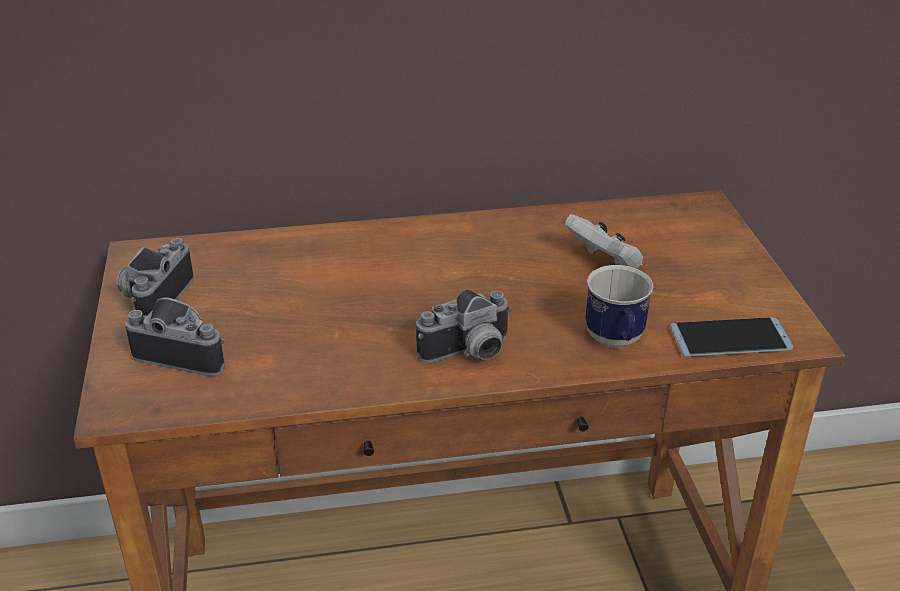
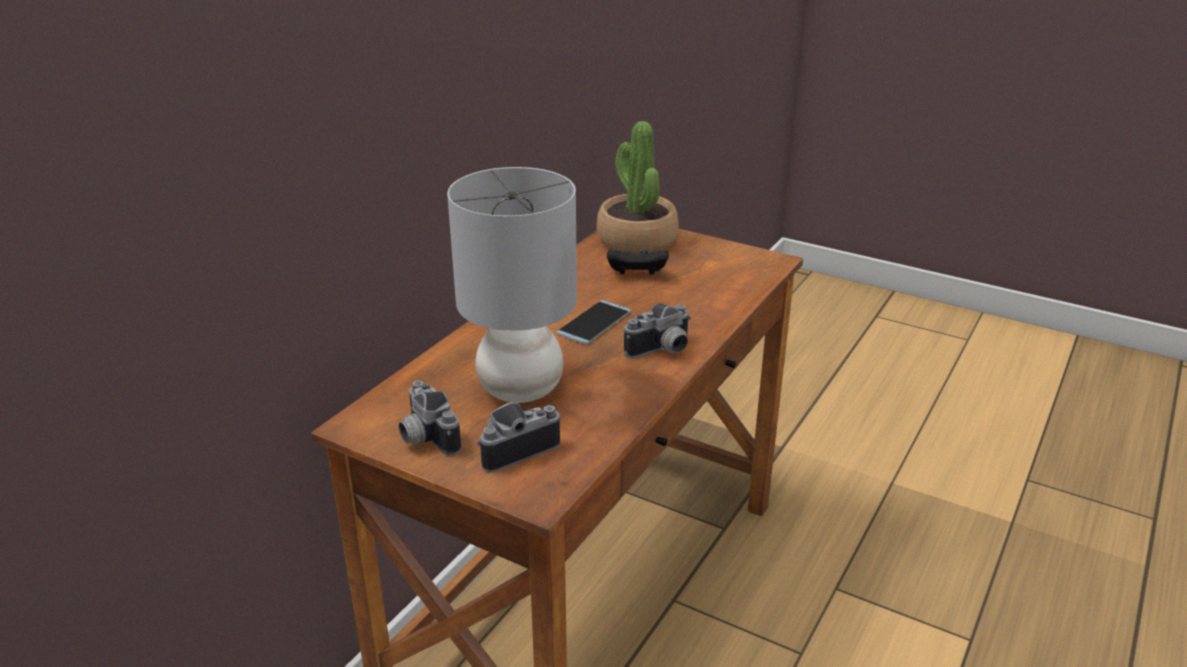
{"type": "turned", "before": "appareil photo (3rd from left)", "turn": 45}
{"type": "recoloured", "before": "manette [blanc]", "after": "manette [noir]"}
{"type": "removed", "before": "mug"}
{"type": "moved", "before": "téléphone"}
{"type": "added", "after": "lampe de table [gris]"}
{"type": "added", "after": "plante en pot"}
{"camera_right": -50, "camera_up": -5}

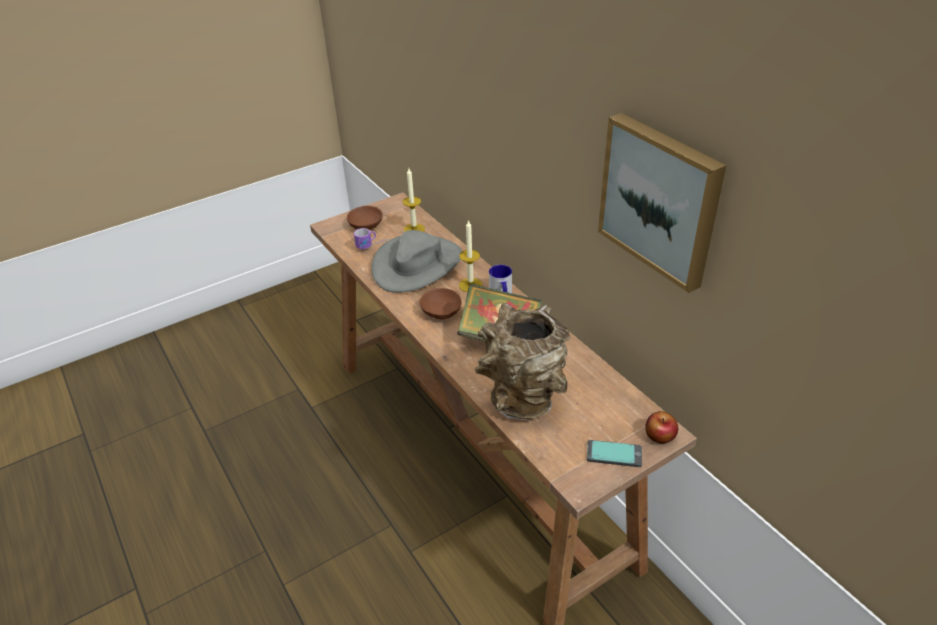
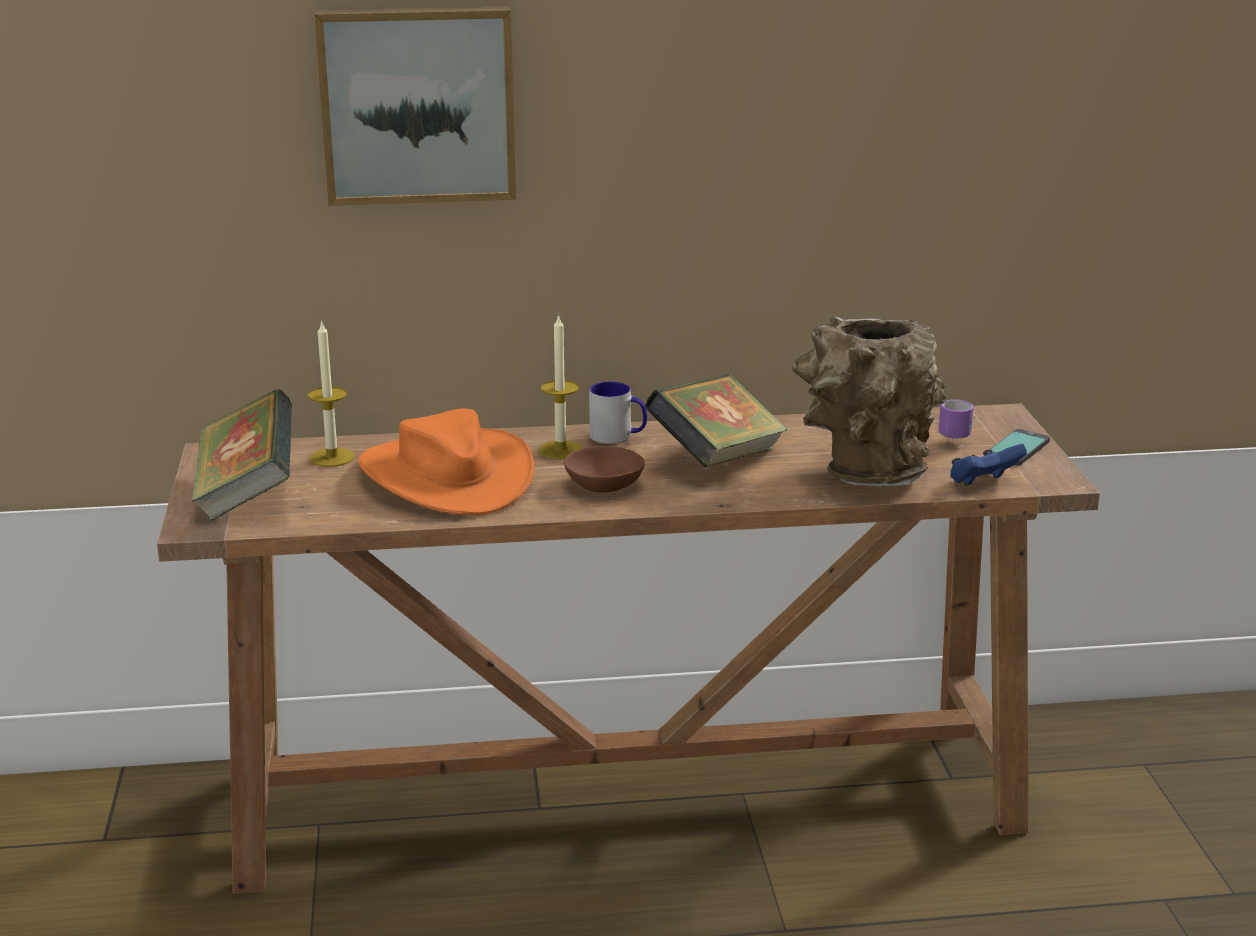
{"type": "replaced", "before": "bol [marron] (1st from left)", "after": "livre (1st from left)"}
{"type": "moved", "before": "mug (1st from left in the first image)", "after": "mug (2nd from left)"}
{"type": "recoloured", "before": "chapeau [gris]", "after": "chapeau [orange]"}
{"type": "moved", "before": "tableau"}
{"type": "removed", "before": "pomme"}
{"type": "added", "after": "manette [bleu]"}
{"camera_right": -65, "camera_up": -15}

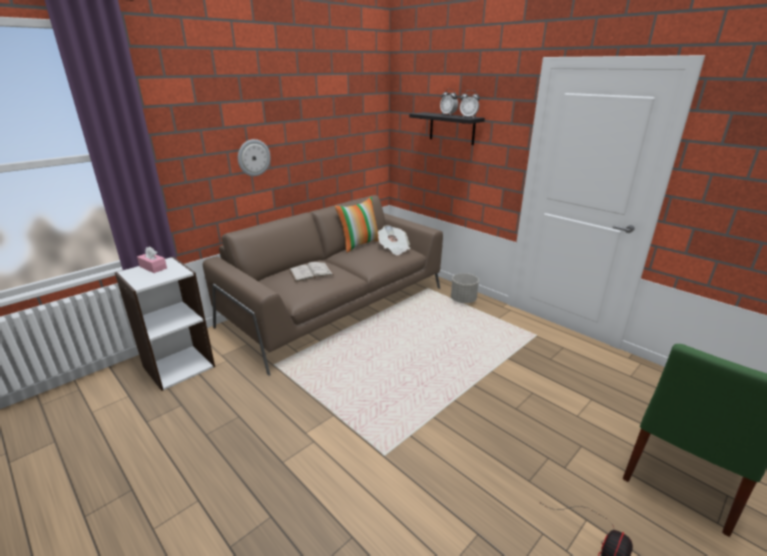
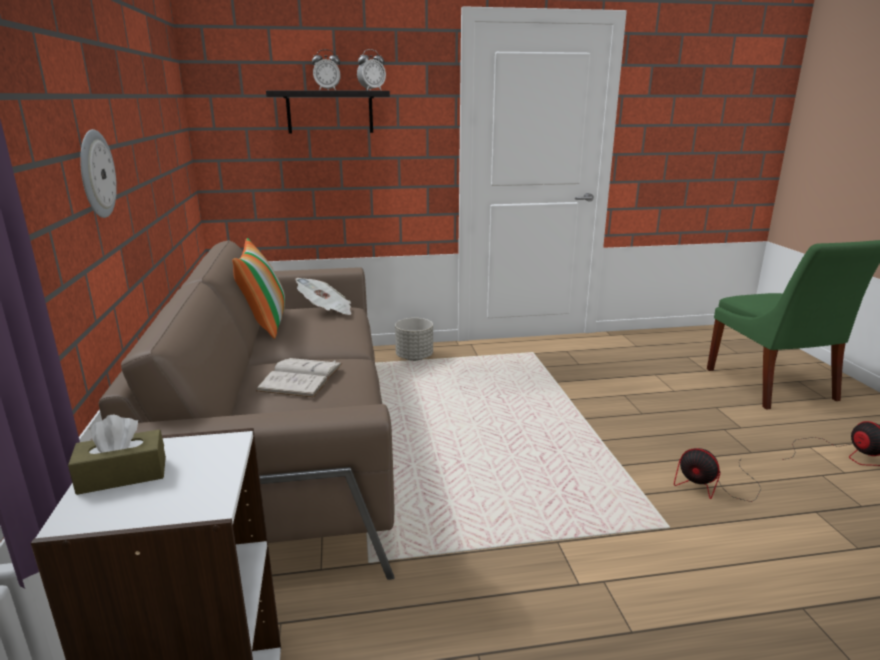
{"type": "recoloured", "before": "boîte à mouchoirs [rose]", "after": "boîte à mouchoirs [marron]"}
{"type": "added", "after": "ventilateur (1st from left)"}
{"camera_right": -55, "camera_up": -5}

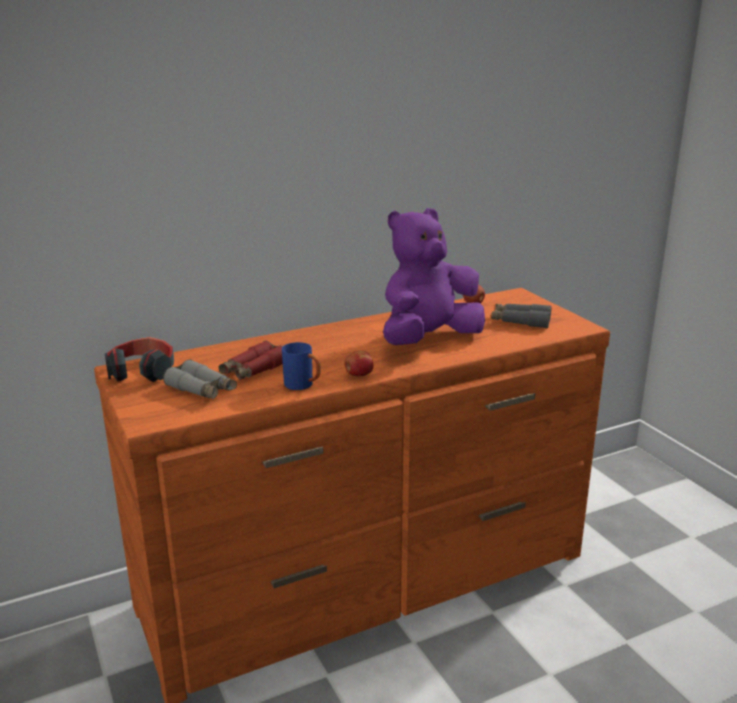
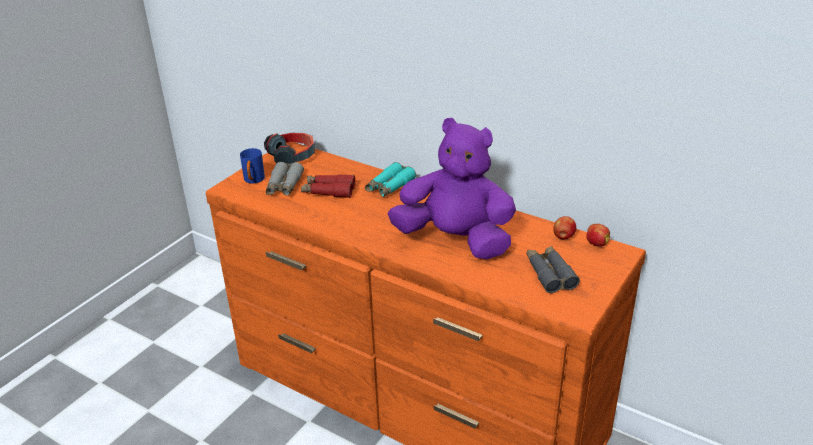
{"type": "moved", "before": "mug [bleu]"}
{"type": "moved", "before": "pomme (1st from left in the first image)", "after": "pomme (2nd from left)"}
{"type": "added", "after": "jumelles [turquoise]"}
{"camera_right": 60, "camera_up": 10}

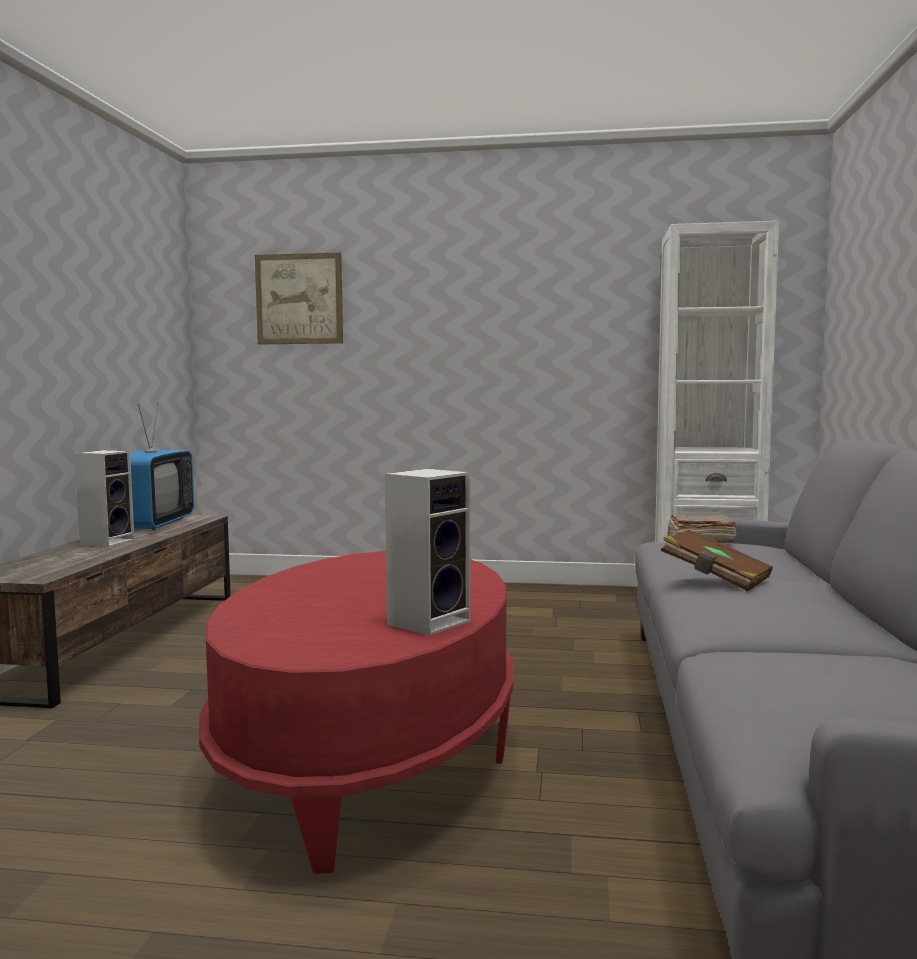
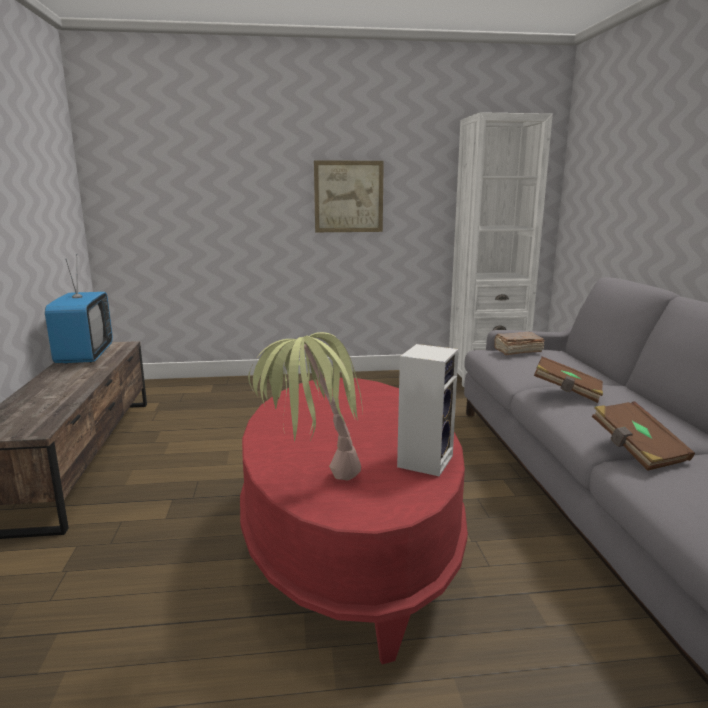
{"type": "removed", "before": "enceinte (1st from left)"}
{"type": "moved", "before": "tableau"}
{"type": "added", "after": "plante en pot"}
{"type": "added", "after": "livre [marron] (3rd from left)"}
{"camera_right": -15, "camera_up": 10}

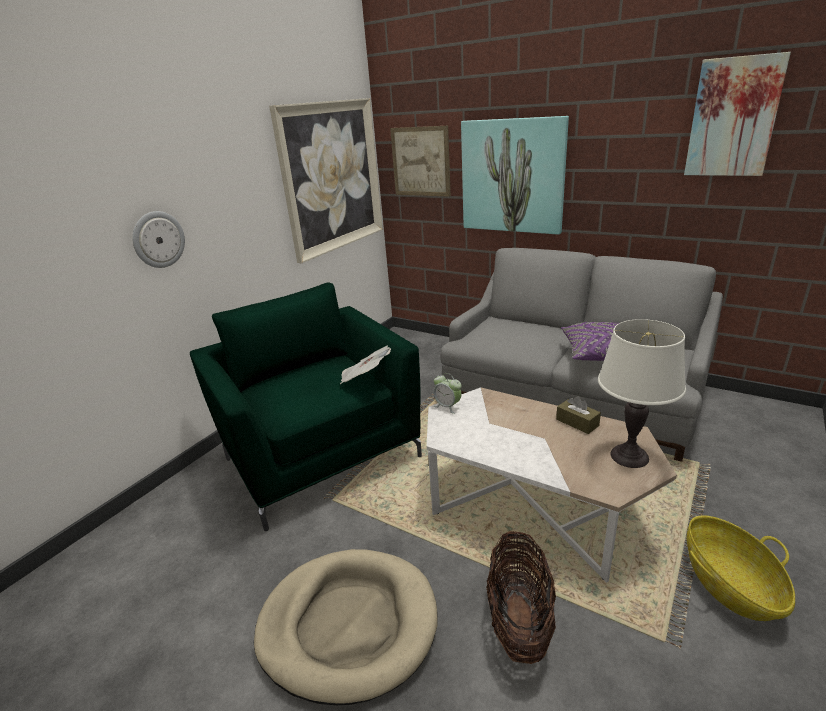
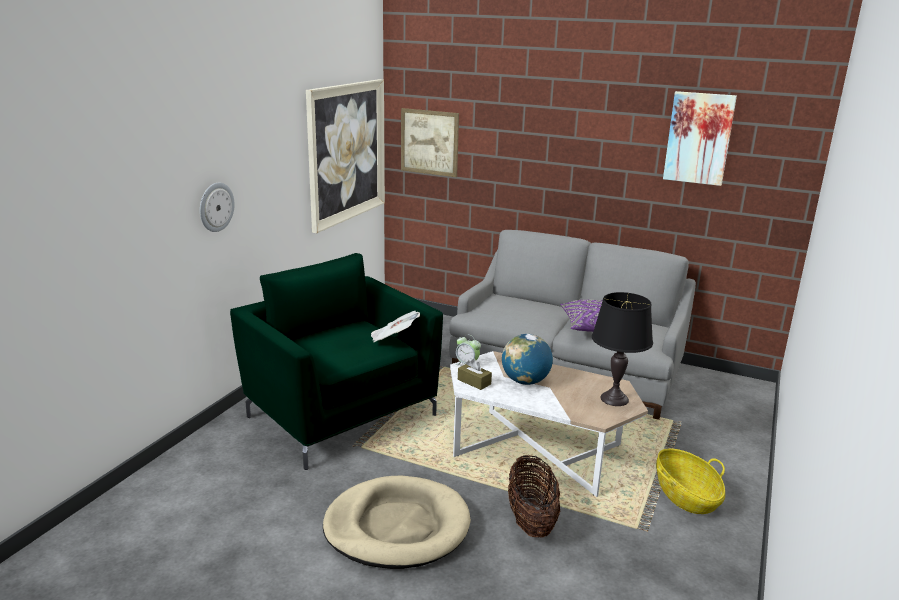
{"type": "removed", "before": "tableau (3rd from left)"}
{"type": "moved", "before": "boîte à mouchoirs [marron]"}
{"type": "recoloured", "before": "lampe de table [blanc]", "after": "lampe de table [noir]"}
{"type": "added", "after": "globe"}
{"camera_right": -10, "camera_up": -5}

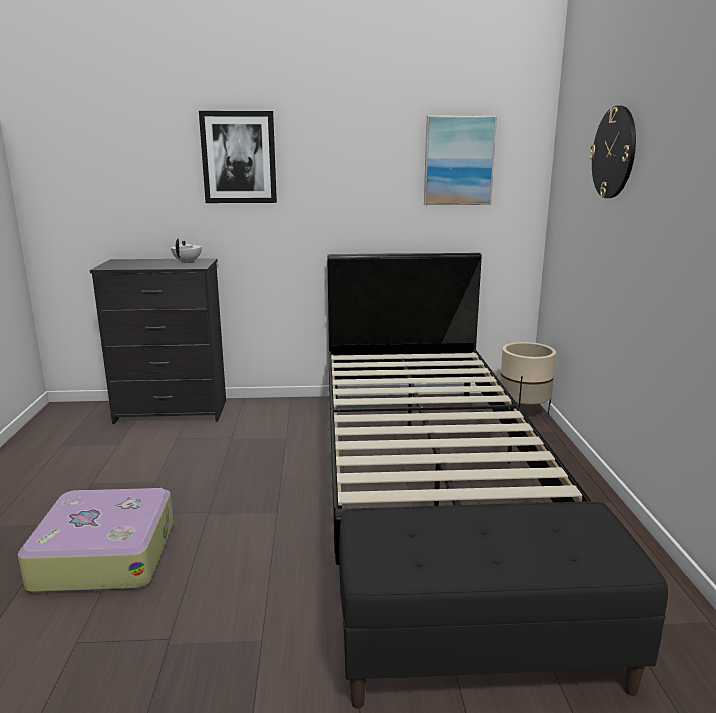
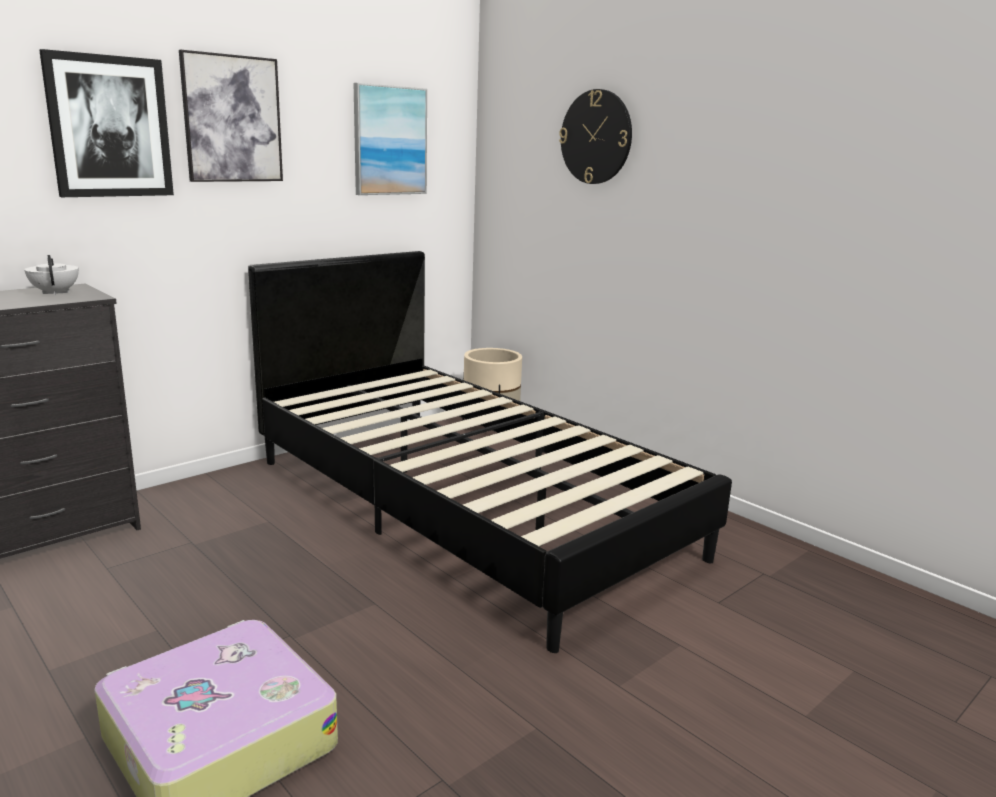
{"type": "removed", "before": "banc [noir]"}
{"type": "added", "after": "tableau (2nd from left)"}
{"camera_right": -40, "camera_up": 0}

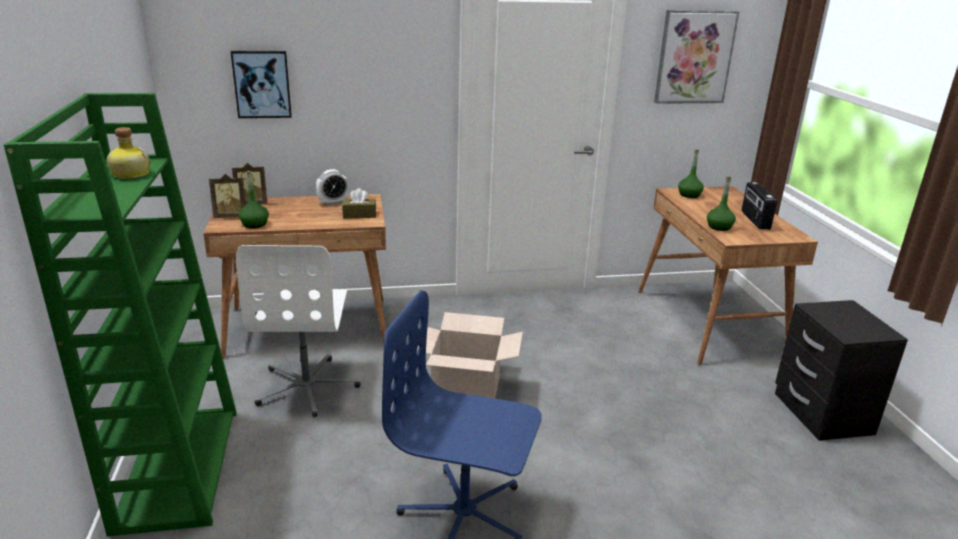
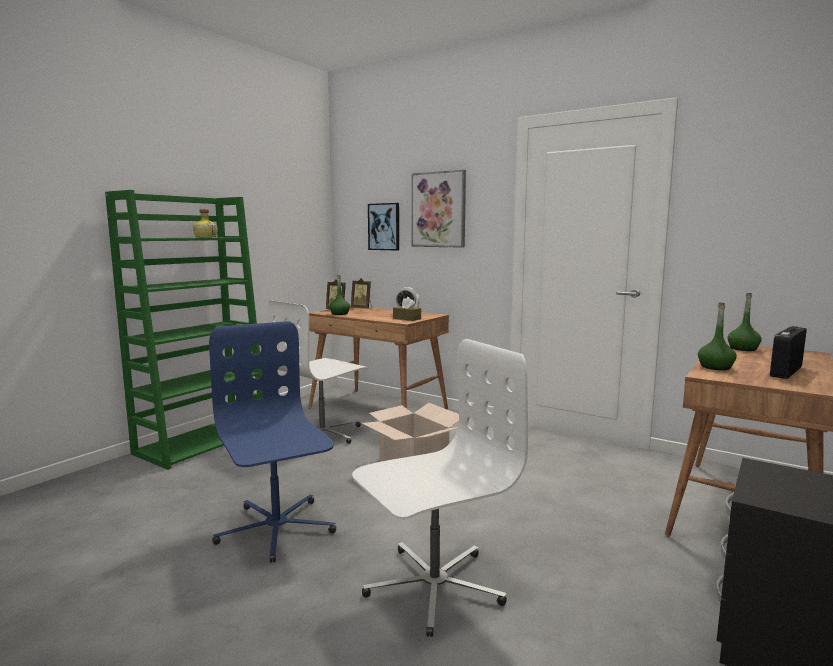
{"type": "moved", "before": "tableau (2nd from left)"}
{"type": "added", "after": "chaise de bureau [blanc] (2nd from left)"}
{"camera_right": 45, "camera_up": -15}

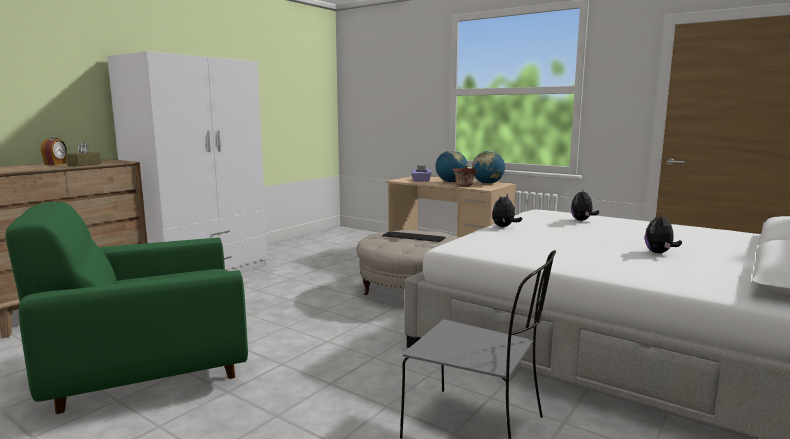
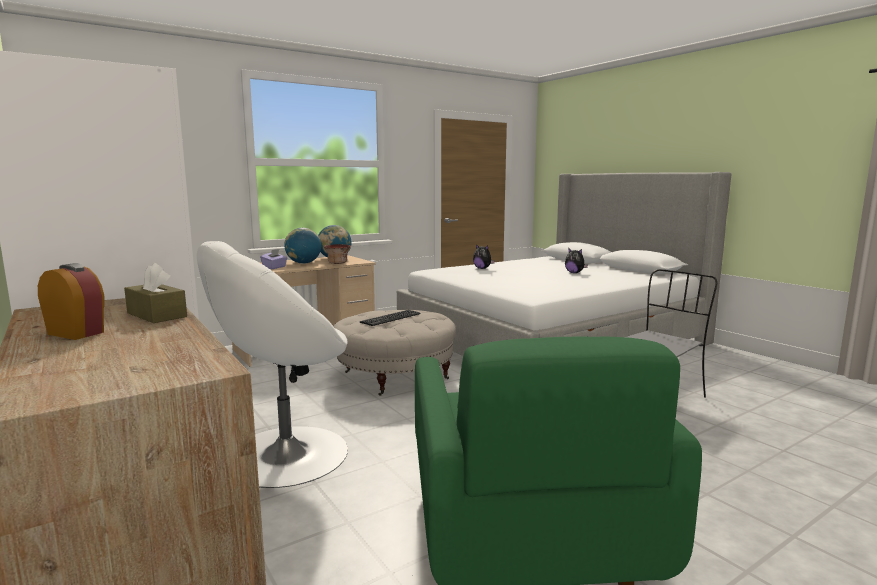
{"type": "removed", "before": "peluche (1st from left)"}
{"type": "added", "after": "fauteuil [blanc]"}
{"camera_right": -70, "camera_up": 0}

